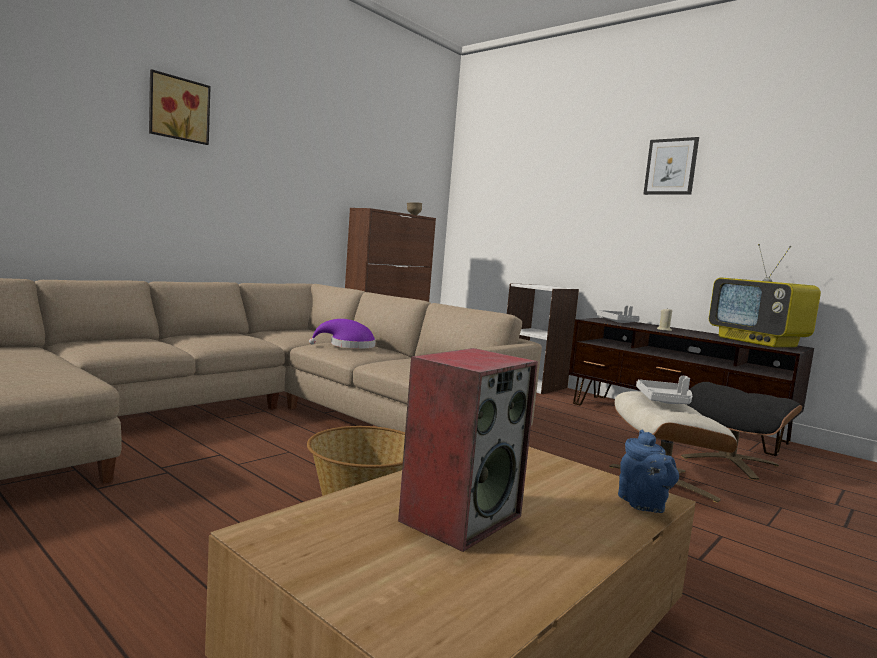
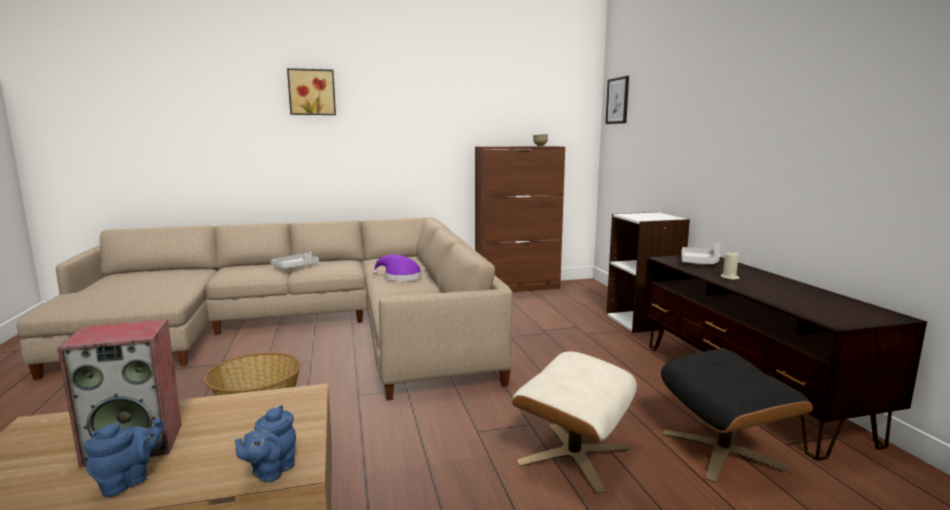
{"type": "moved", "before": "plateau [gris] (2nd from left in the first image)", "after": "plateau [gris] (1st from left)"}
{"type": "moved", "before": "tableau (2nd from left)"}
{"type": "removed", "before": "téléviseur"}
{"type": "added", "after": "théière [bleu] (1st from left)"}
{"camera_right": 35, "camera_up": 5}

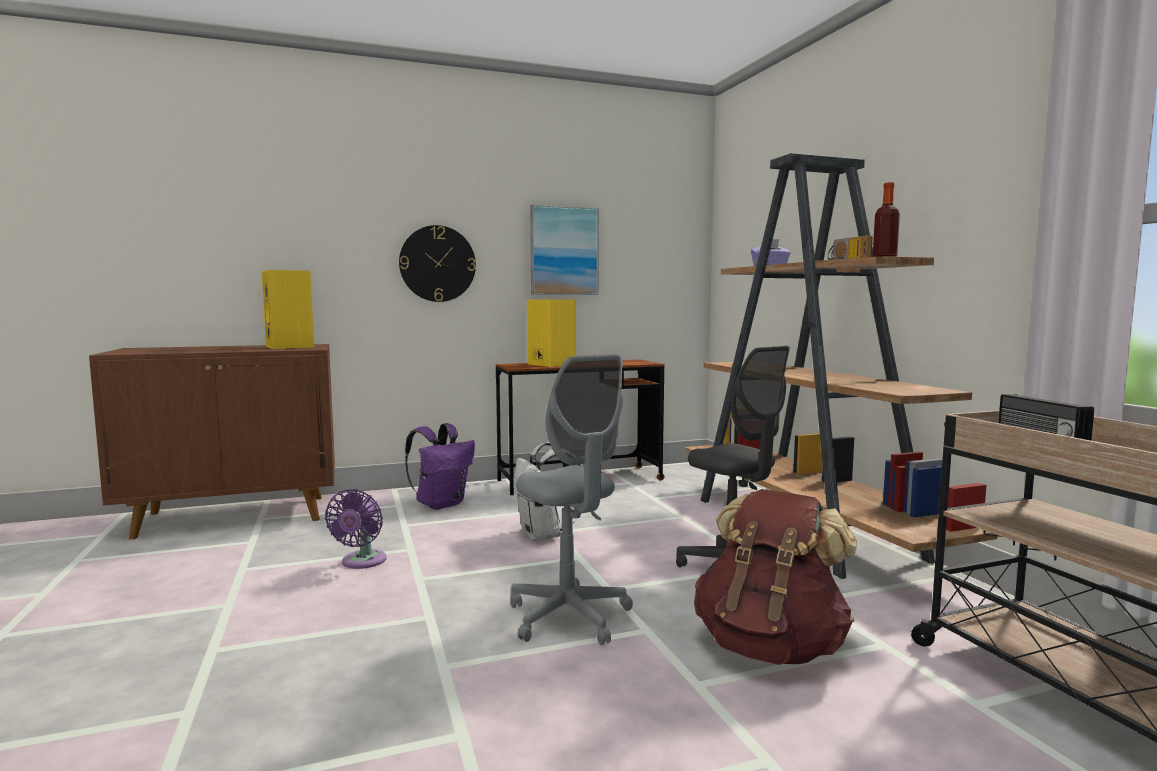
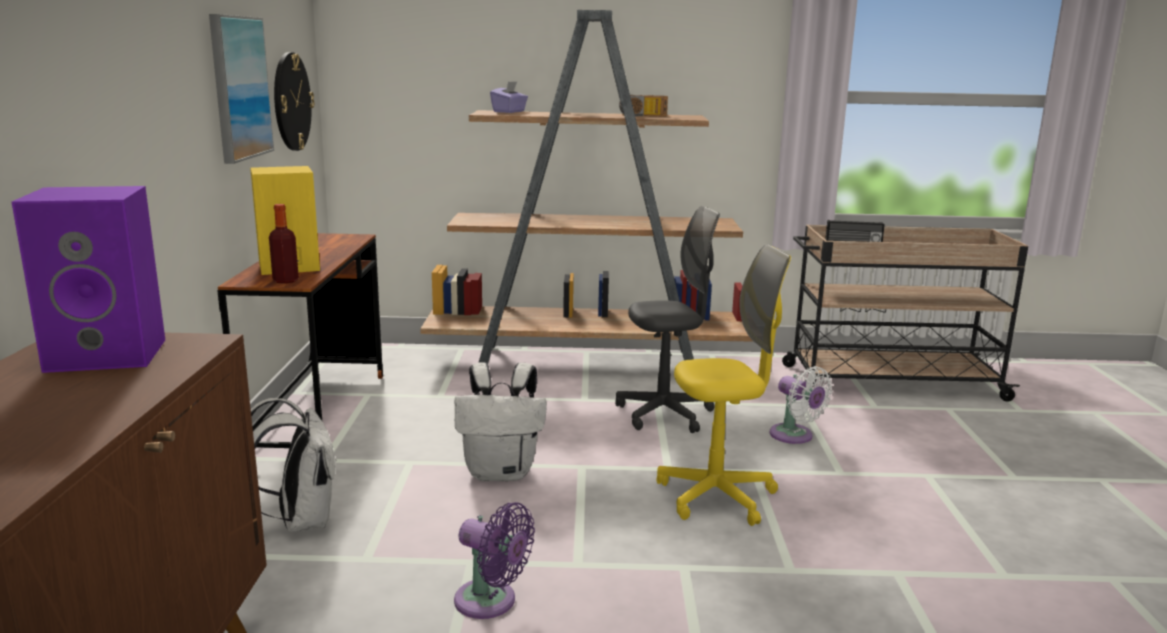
{"type": "recoloured", "before": "enceinte [jaune] (1st from left)", "after": "enceinte [violet]"}
{"type": "moved", "before": "horloge murale"}
{"type": "recoloured", "before": "sac à dos [violet]", "after": "sac à dos [blanc] (1st from left)"}
{"type": "recoloured", "before": "chaise de bureau [gris] (1st from left)", "after": "chaise de bureau [jaune]"}
{"type": "replaced", "before": "sac à dos [marron]", "after": "ventilateur [blanc]"}
{"type": "moved", "before": "bouteille"}
{"camera_right": -70, "camera_up": 10}

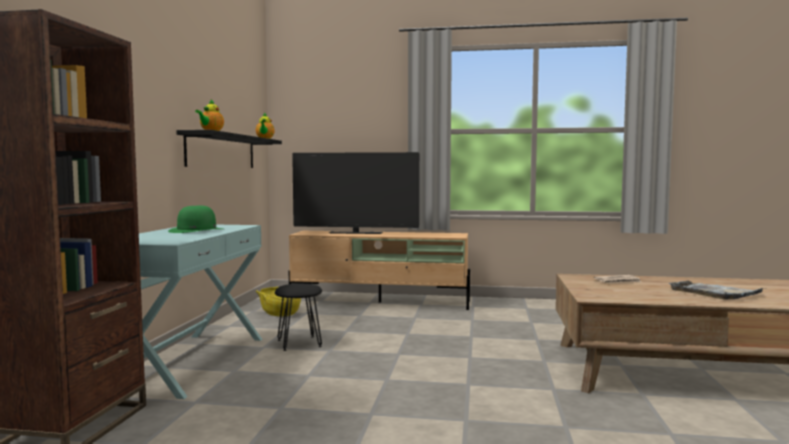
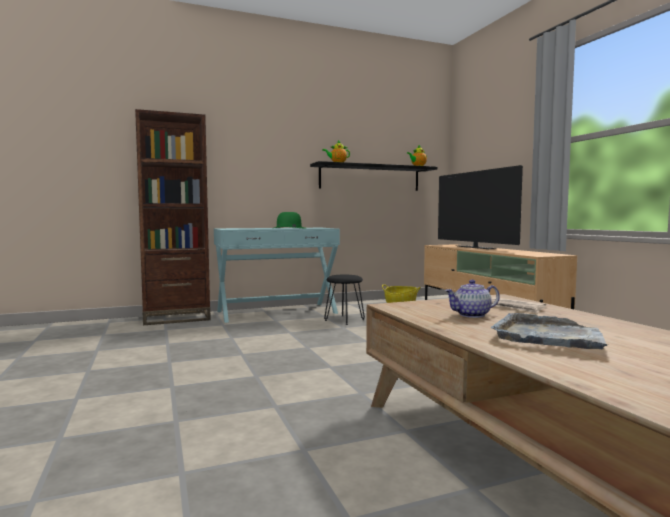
{"type": "added", "after": "théière (3rd from left)"}
{"camera_right": 60, "camera_up": 0}

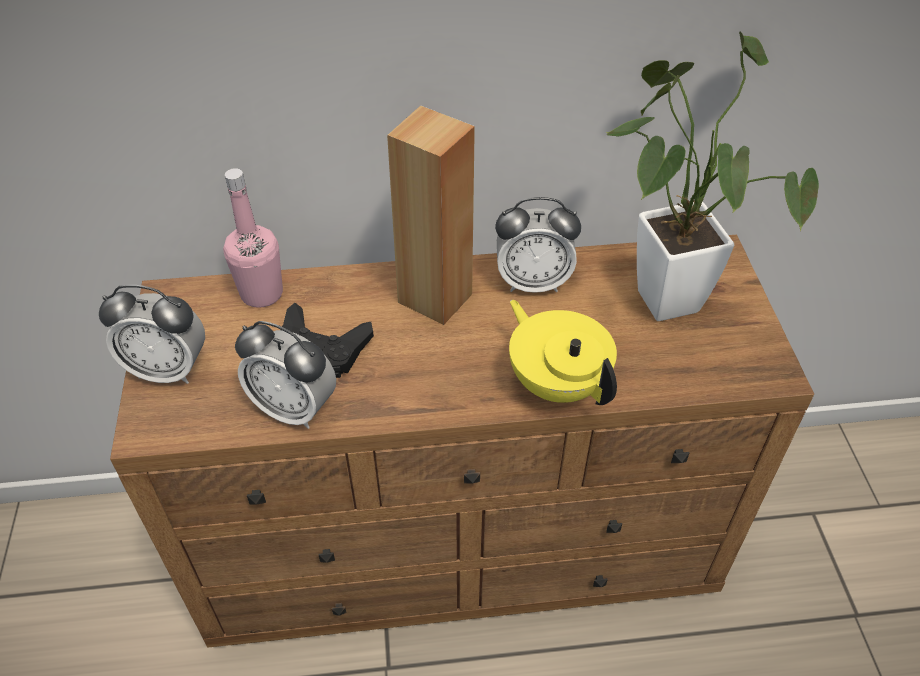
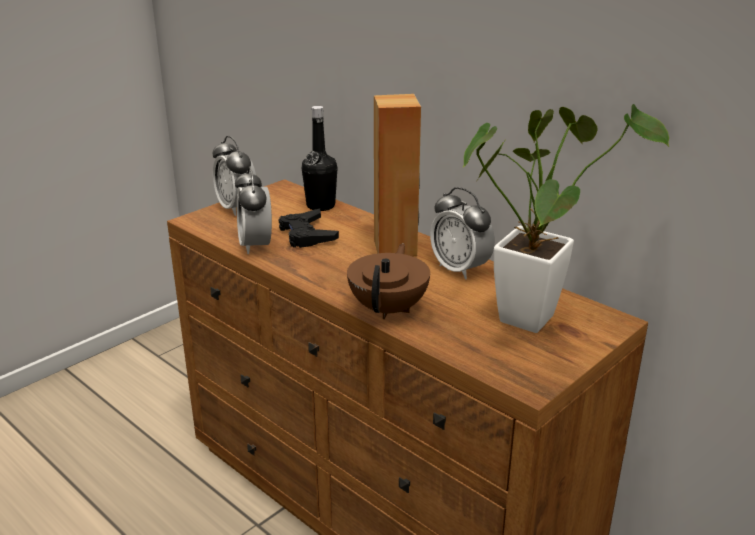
{"type": "recoloured", "before": "bouteille [rose]", "after": "bouteille [noir]"}
{"type": "recoloured", "before": "théière [jaune]", "after": "théière [marron]"}
{"camera_right": 50, "camera_up": -20}

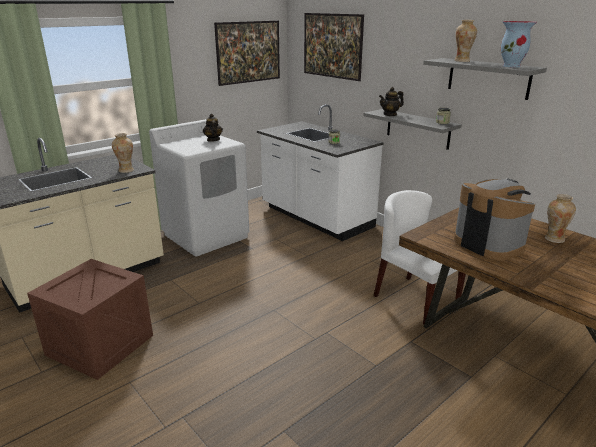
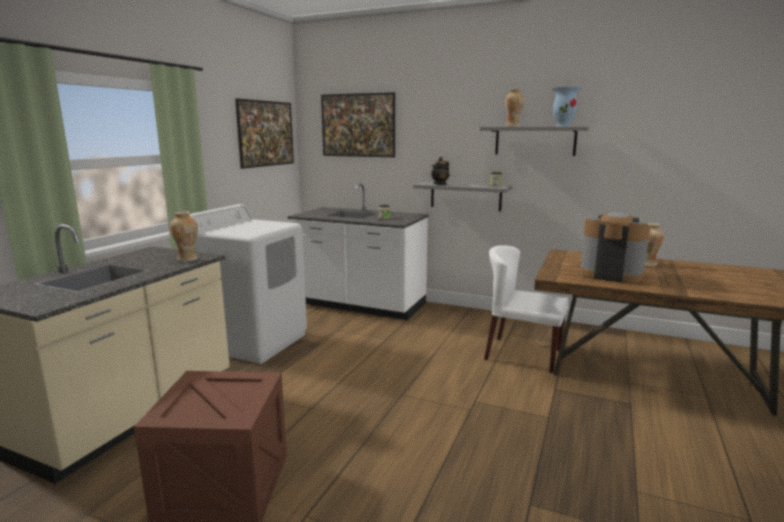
{"type": "removed", "before": "théière (1st from left)"}
{"camera_right": -25, "camera_up": -10}

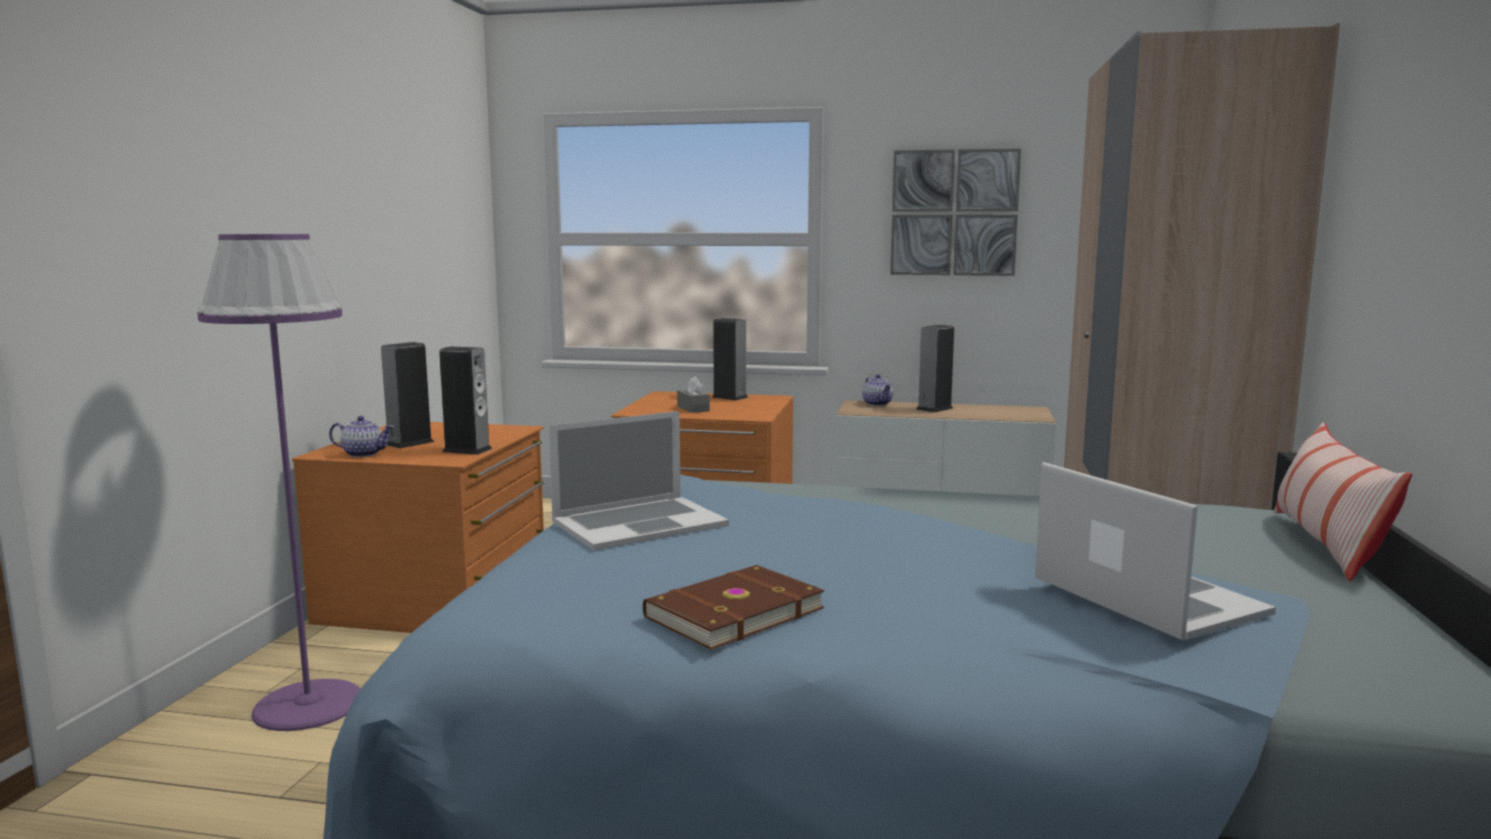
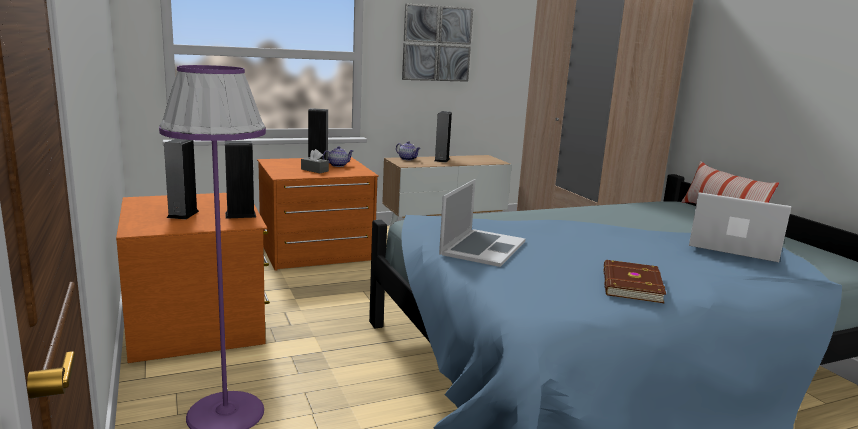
{"type": "moved", "before": "théière (1st from left)"}
{"camera_right": -35, "camera_up": 5}

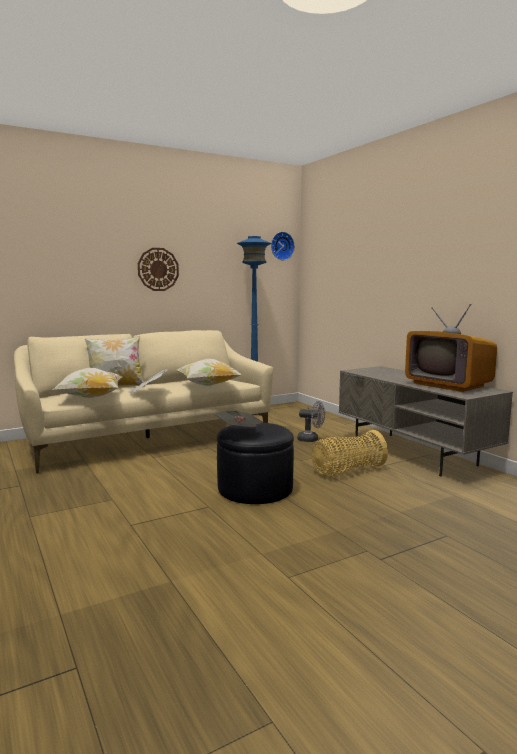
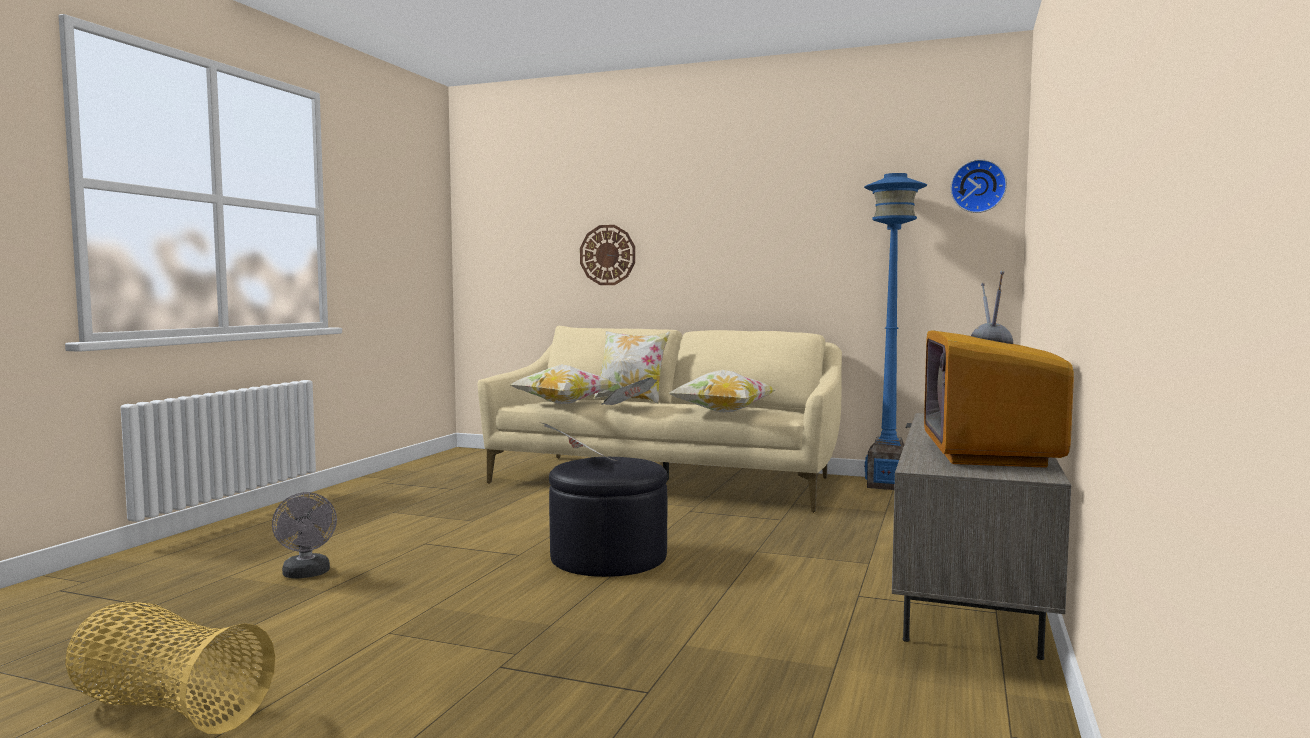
{"type": "moved", "before": "horloge murale (1st from left)"}
{"type": "moved", "before": "ventilateur [gris]"}
{"type": "moved", "before": "panier"}
{"camera_right": 50, "camera_up": -5}

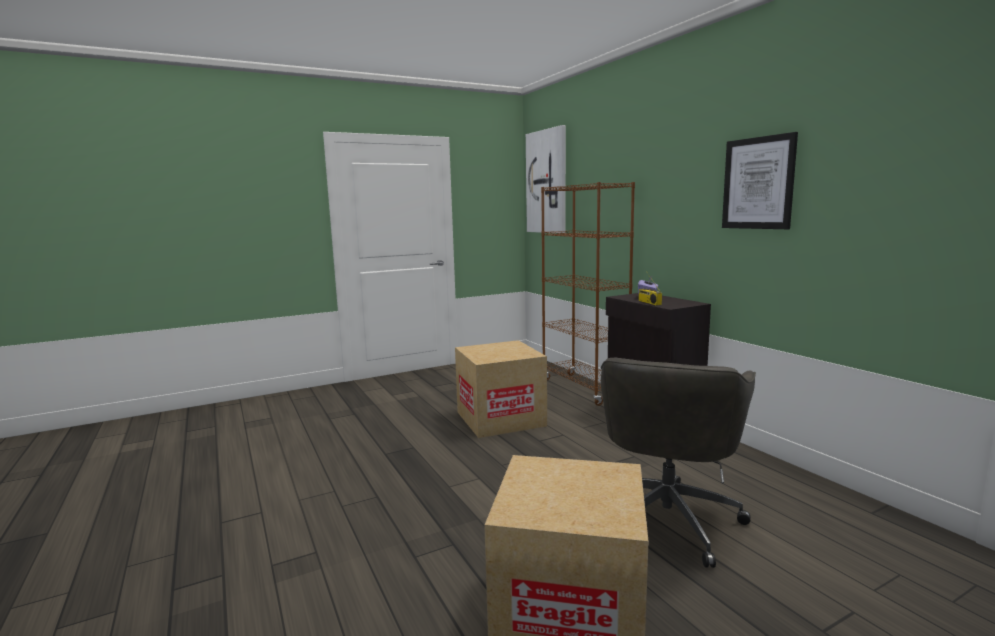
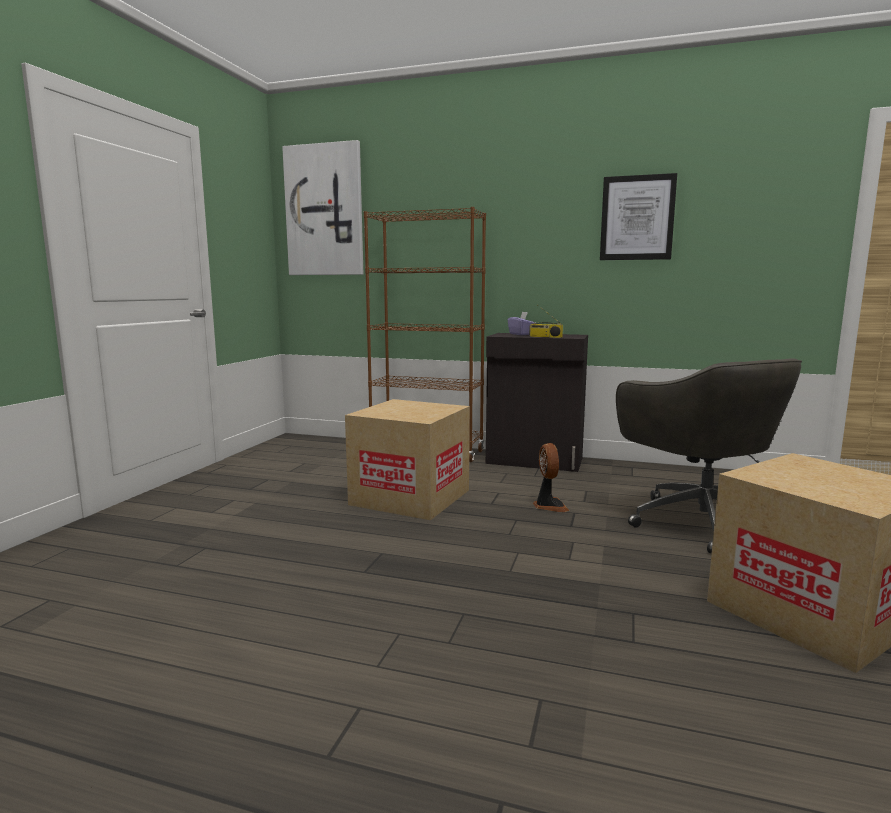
{"type": "added", "after": "ventilateur"}
{"camera_right": -45, "camera_up": 0}

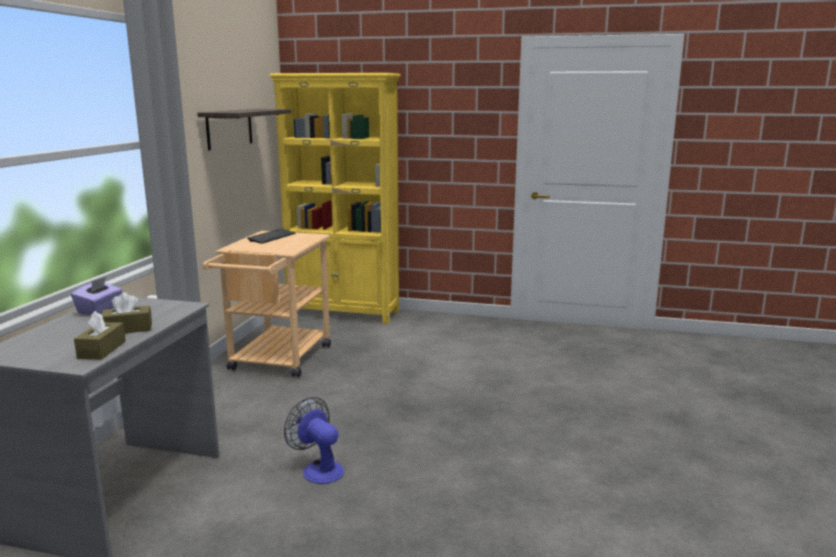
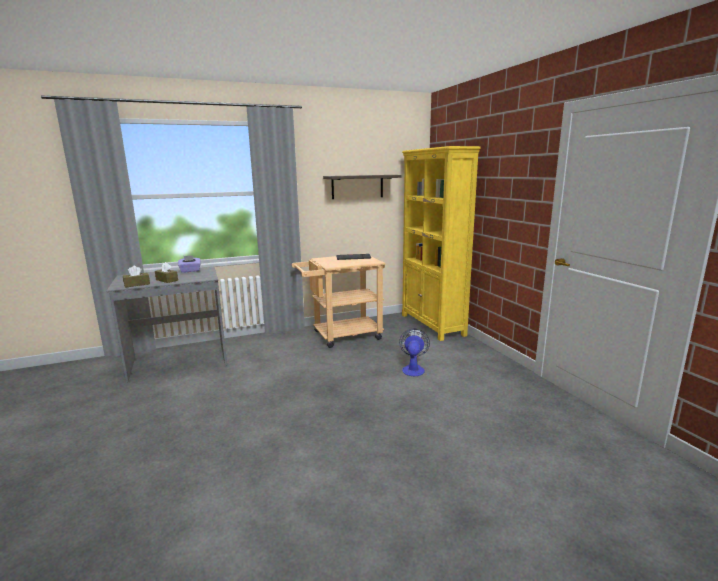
{"type": "moved", "before": "ventilateur"}
{"camera_right": 55, "camera_up": 0}

